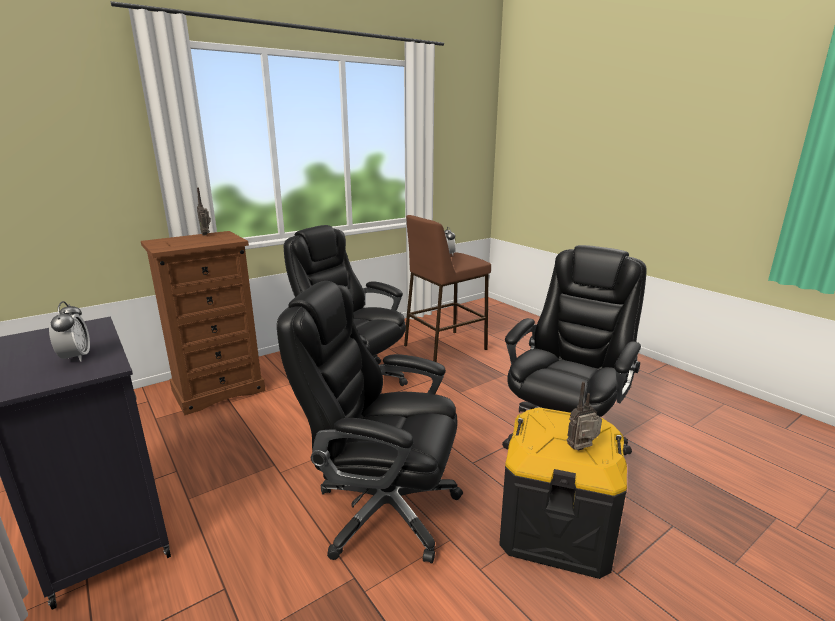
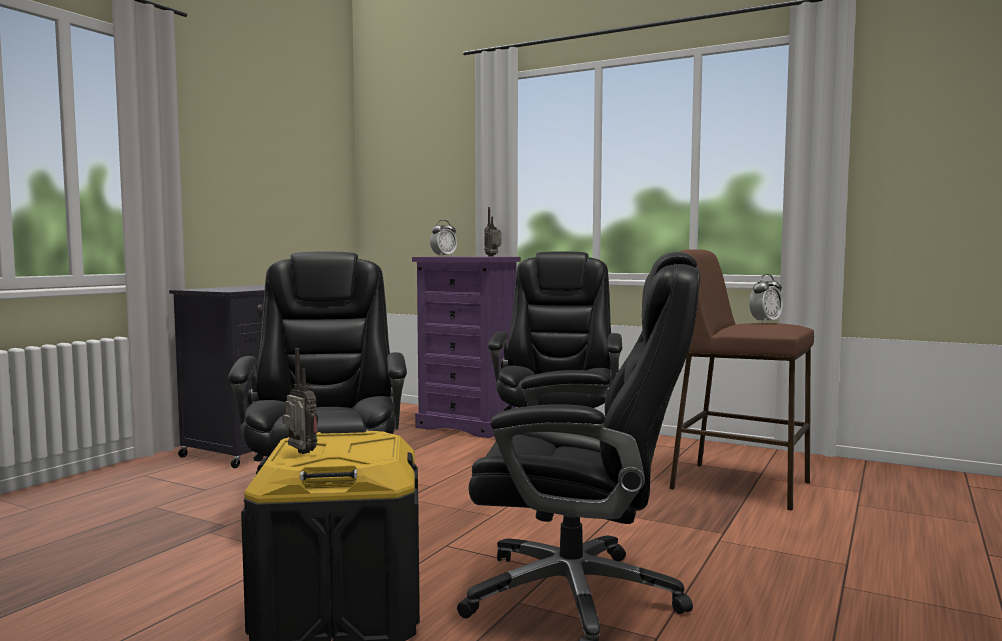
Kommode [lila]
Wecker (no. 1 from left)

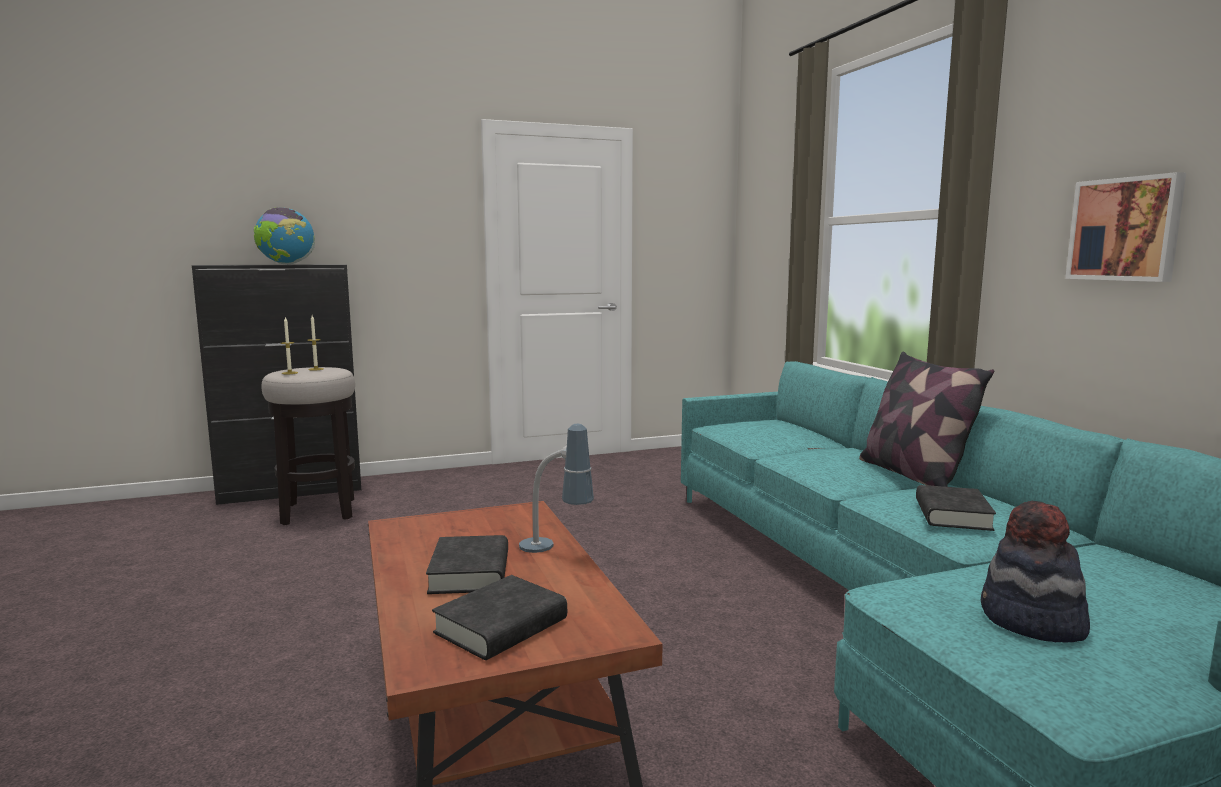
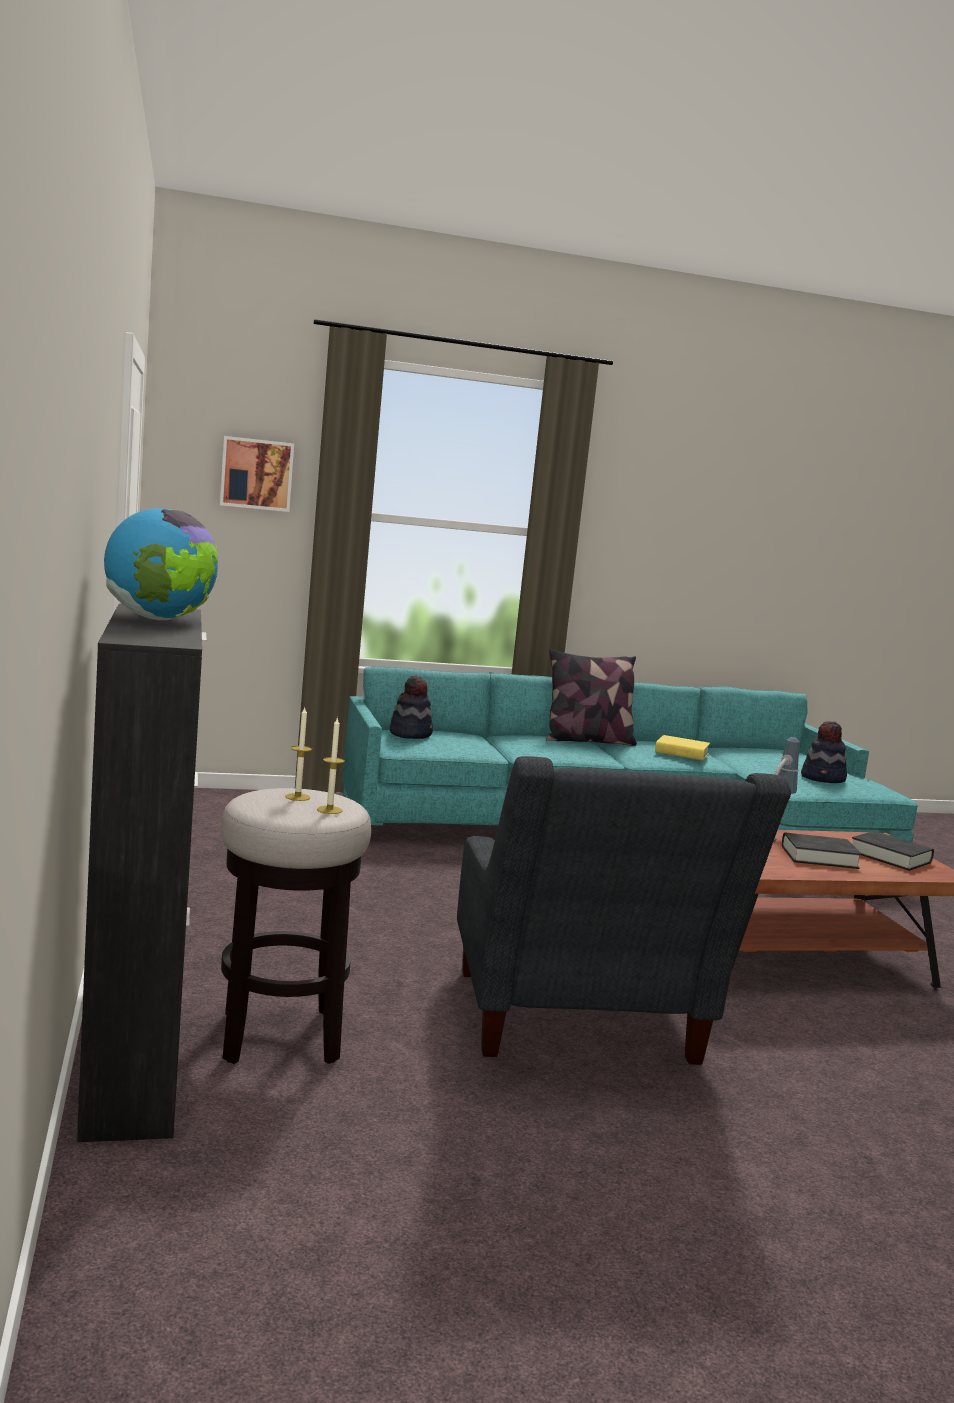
Bild
Buch [gelb]
Hut (no. 1 from left)
Sessel [grau]

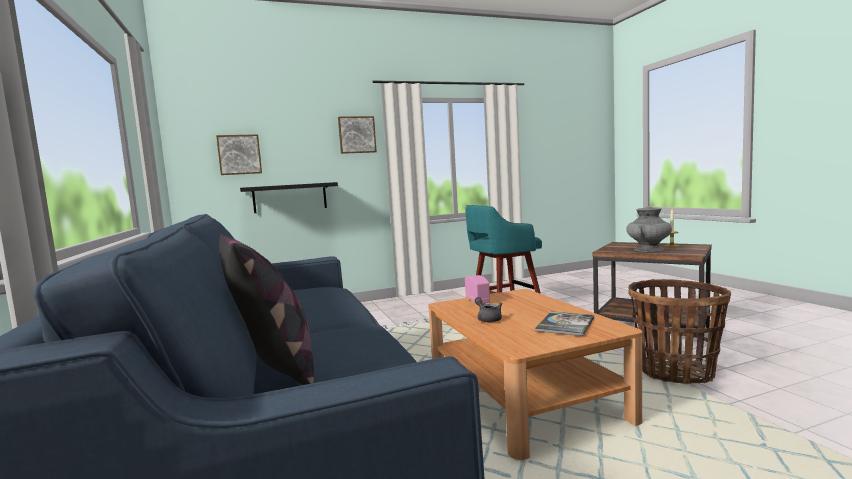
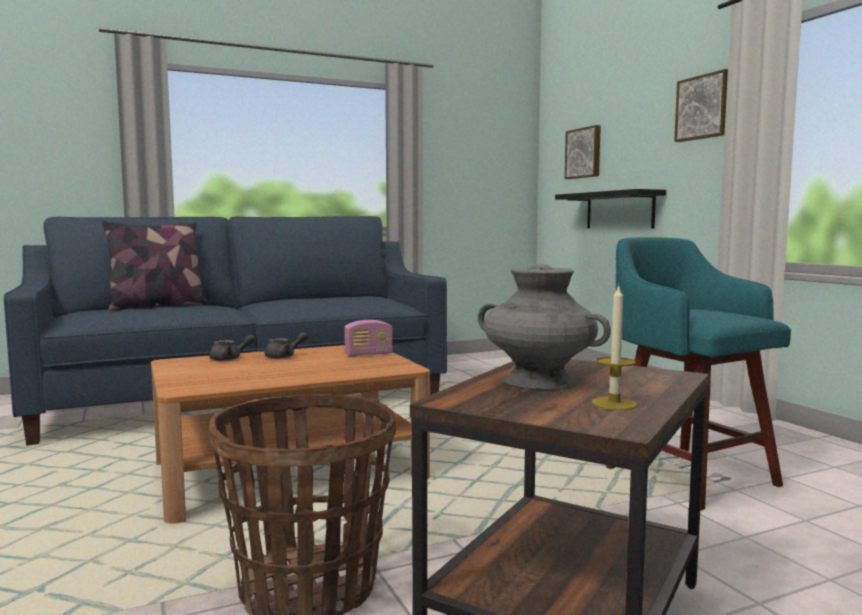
Buch
Teekanne [grau] (no. 1 from left)

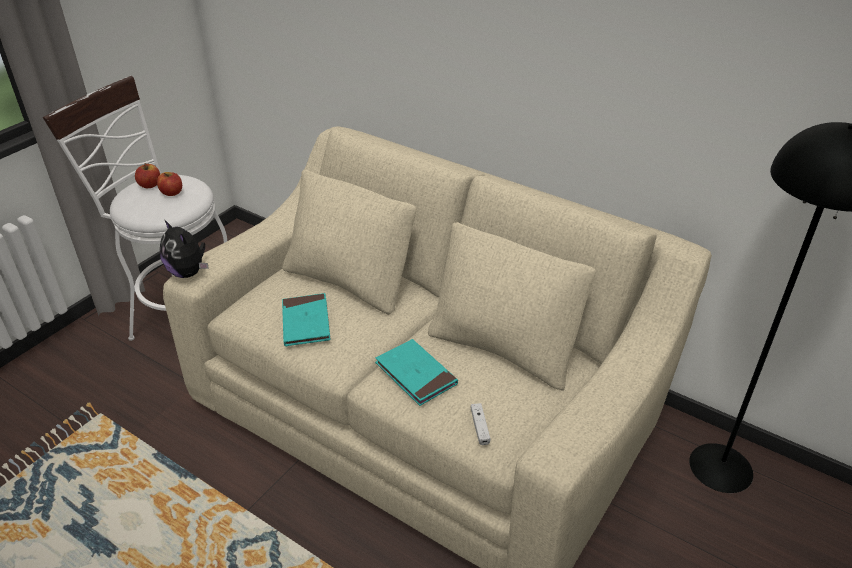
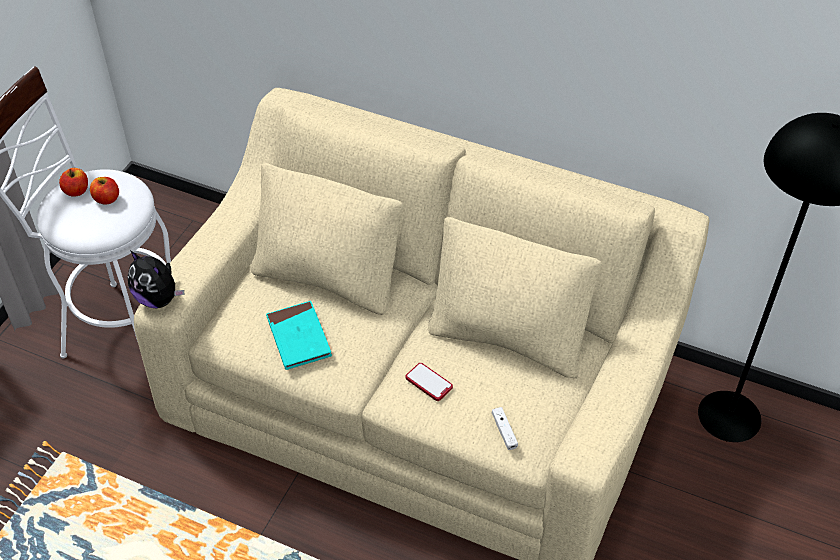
Handy

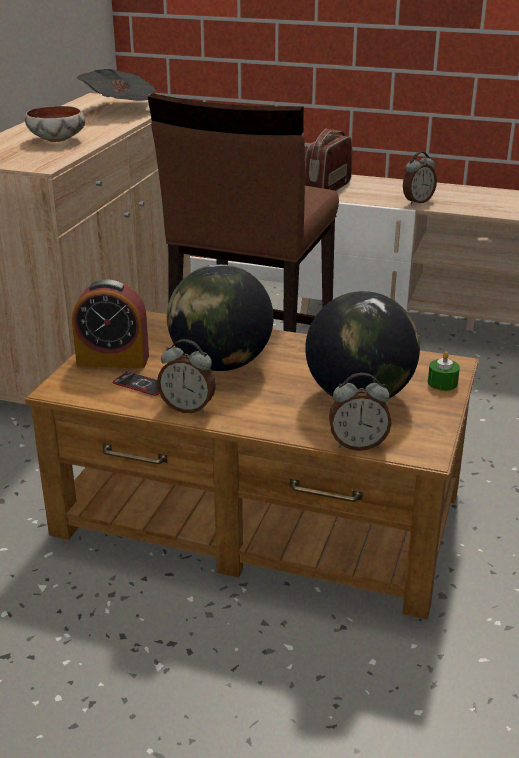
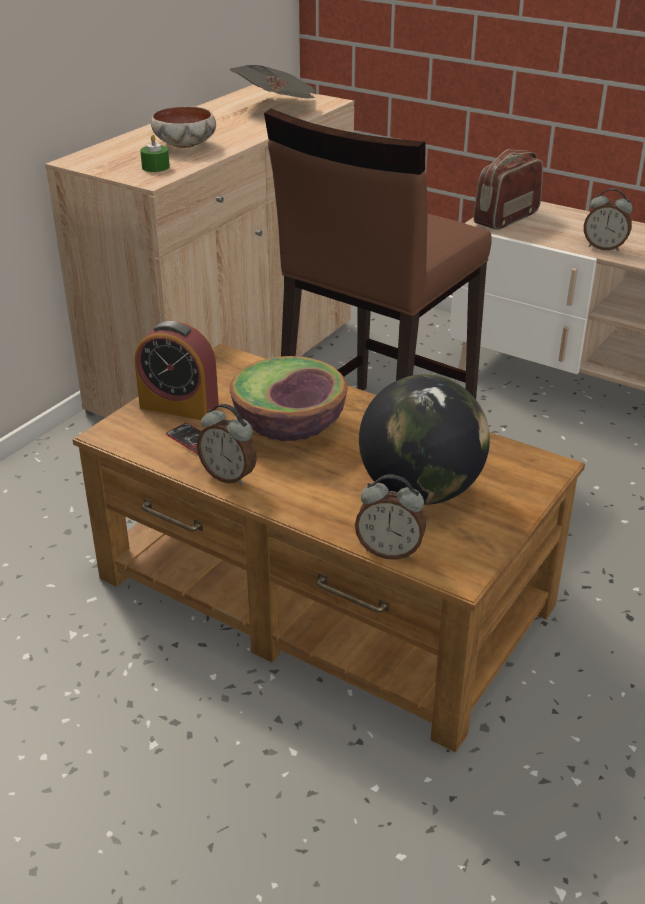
Wecker (no. 4 from left)
Schüssel (no. 2 from left)
Kerze [grün]

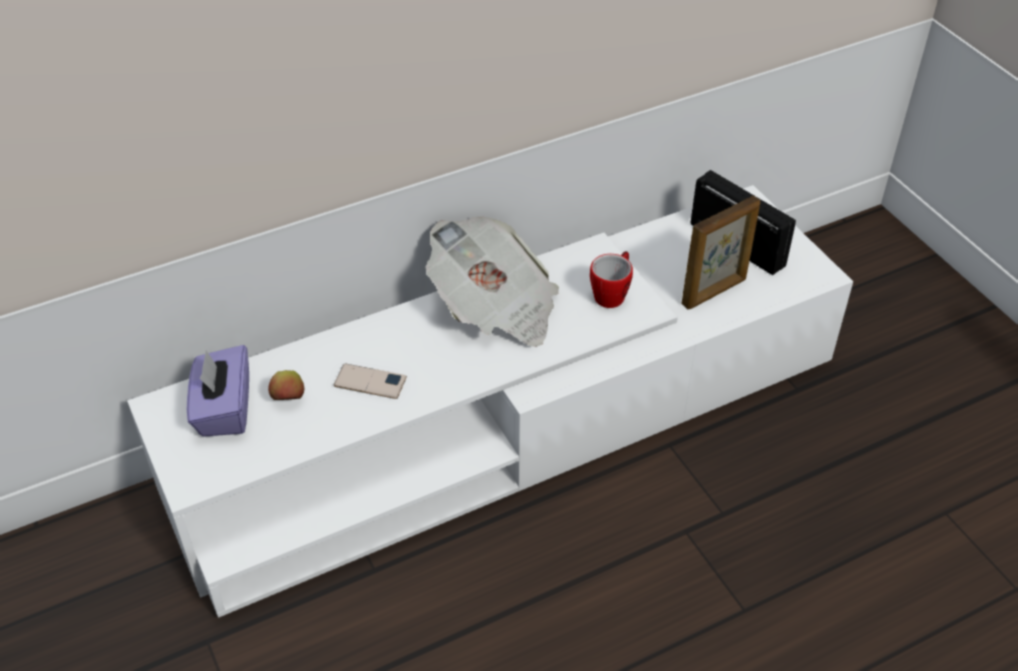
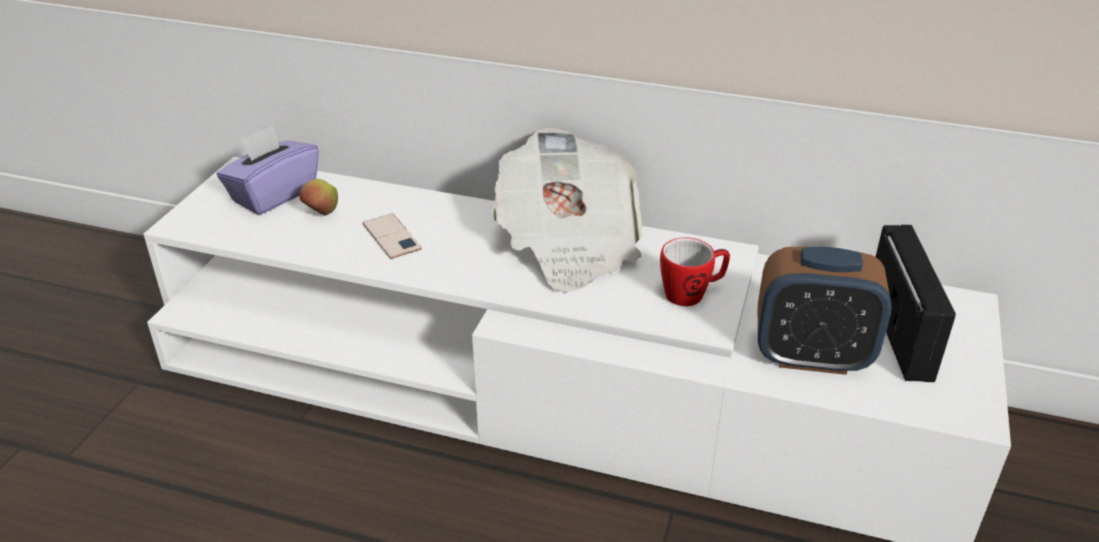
Wecker

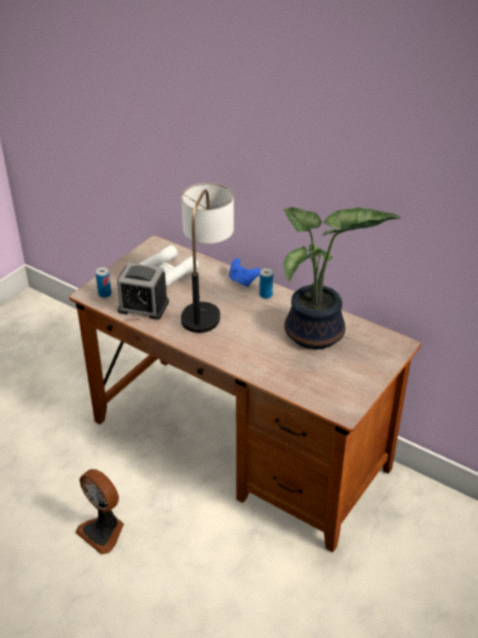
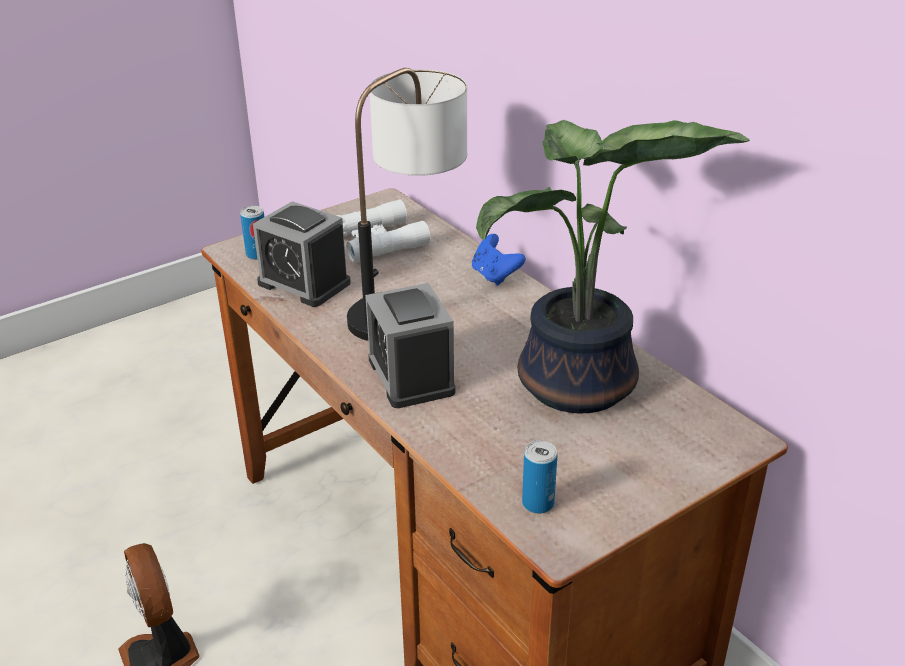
Dose (no. 2 from left)
Wecker (no. 2 from left)

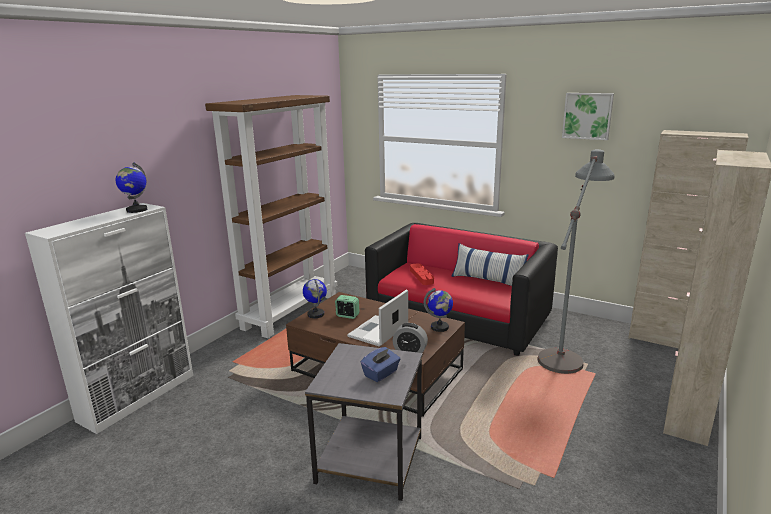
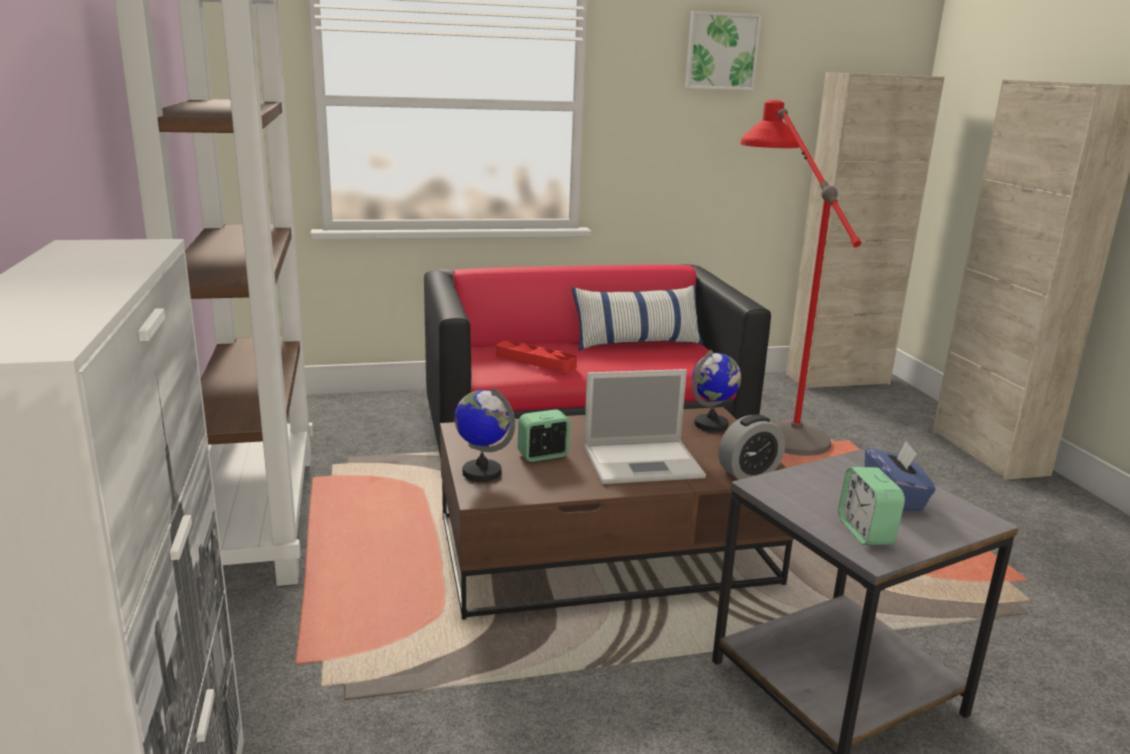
Stehlampe [rot]
Globus (no. 1 from left in the first image)
Laptop
Wecker (no. 3 from left)

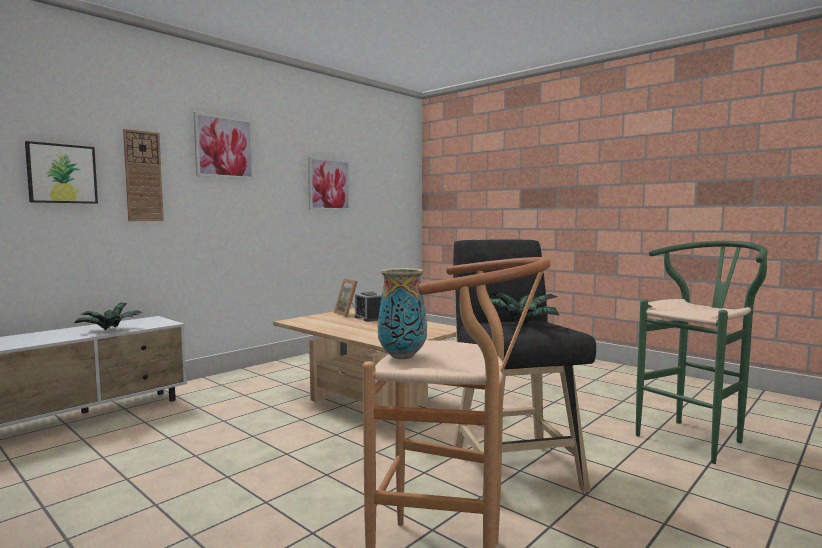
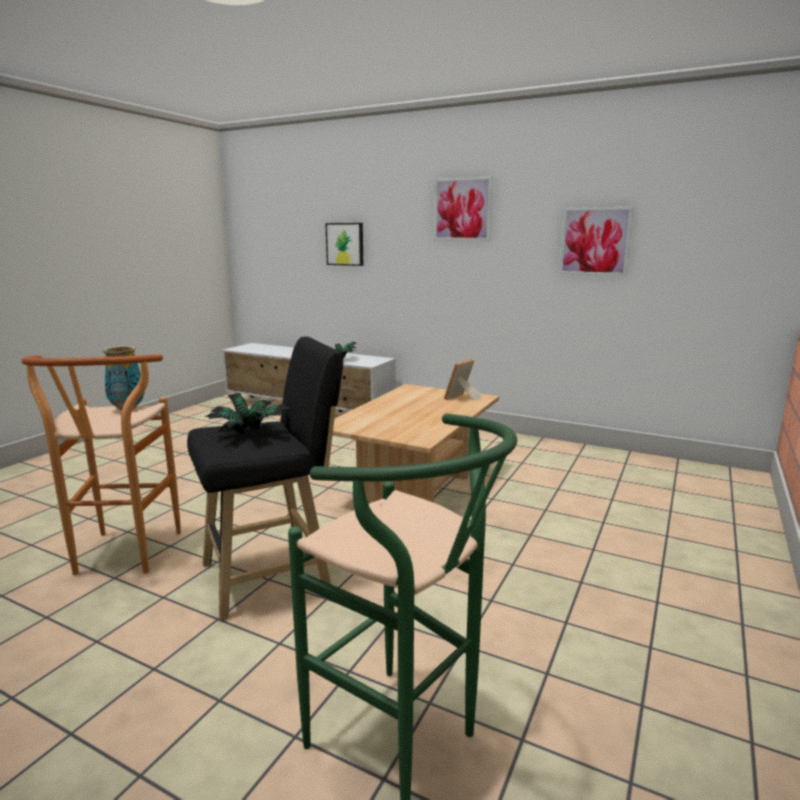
Wanduhr
Wecker

